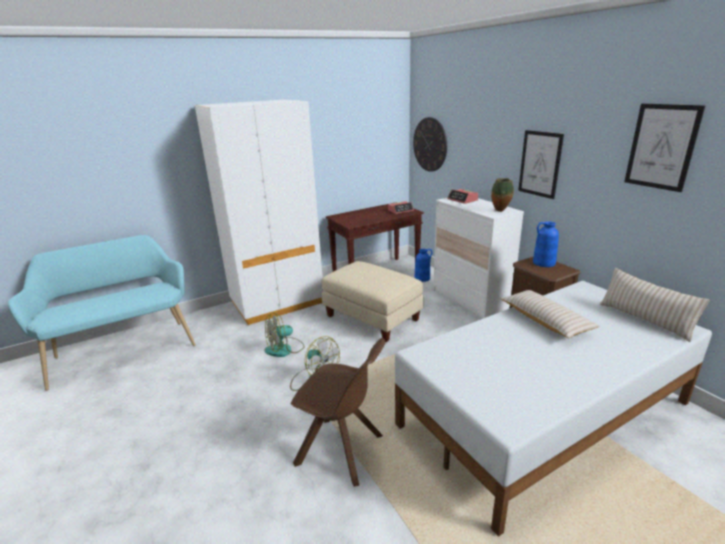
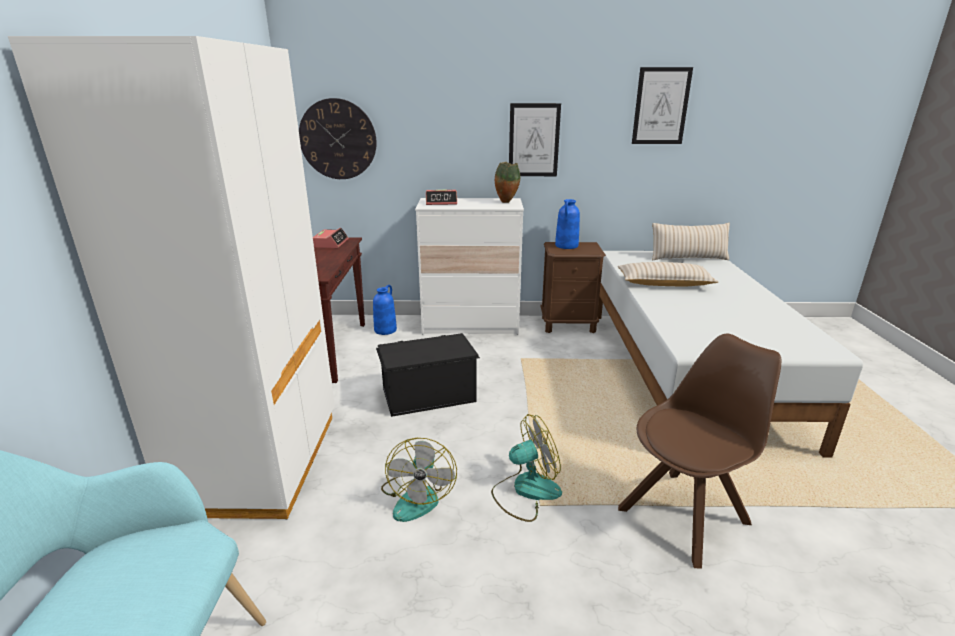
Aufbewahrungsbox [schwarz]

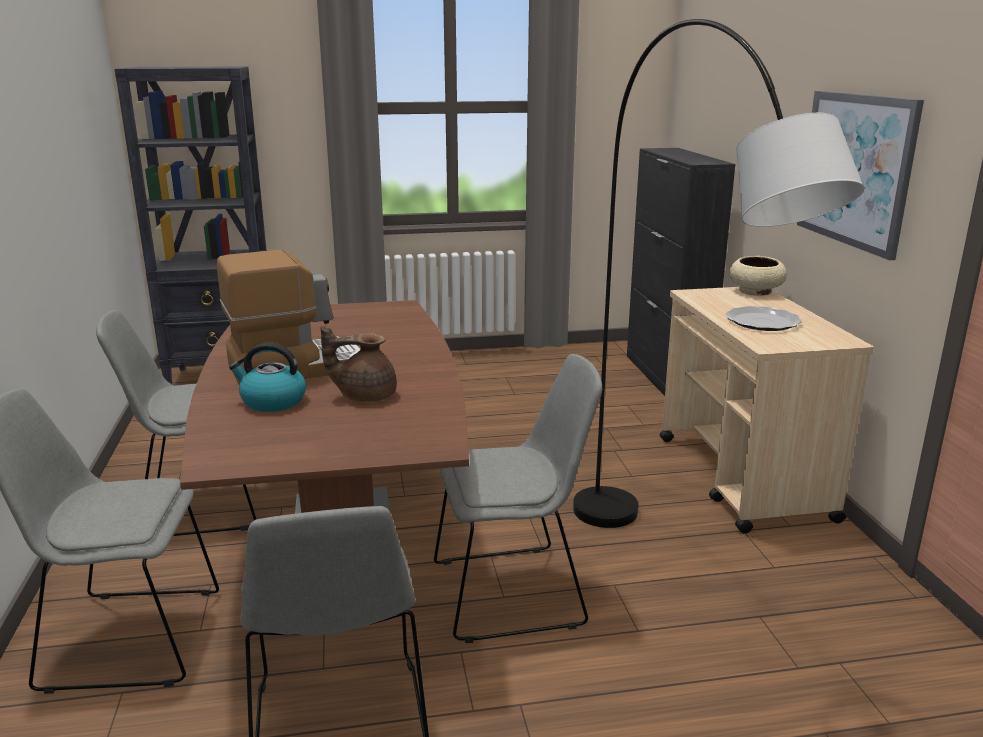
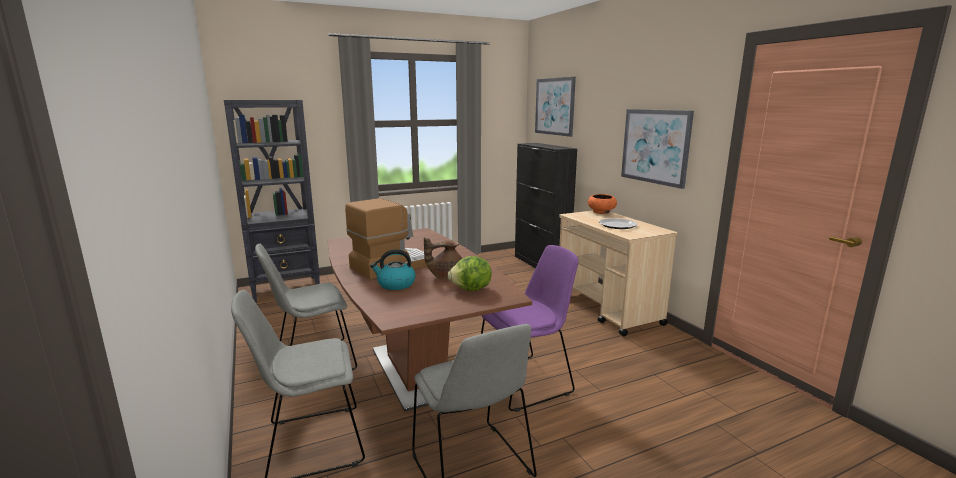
Stehlampe [grau]
Schüssel [orange]
Stuhl [lila]
Bild (no. 1 from left)
Salatkopf

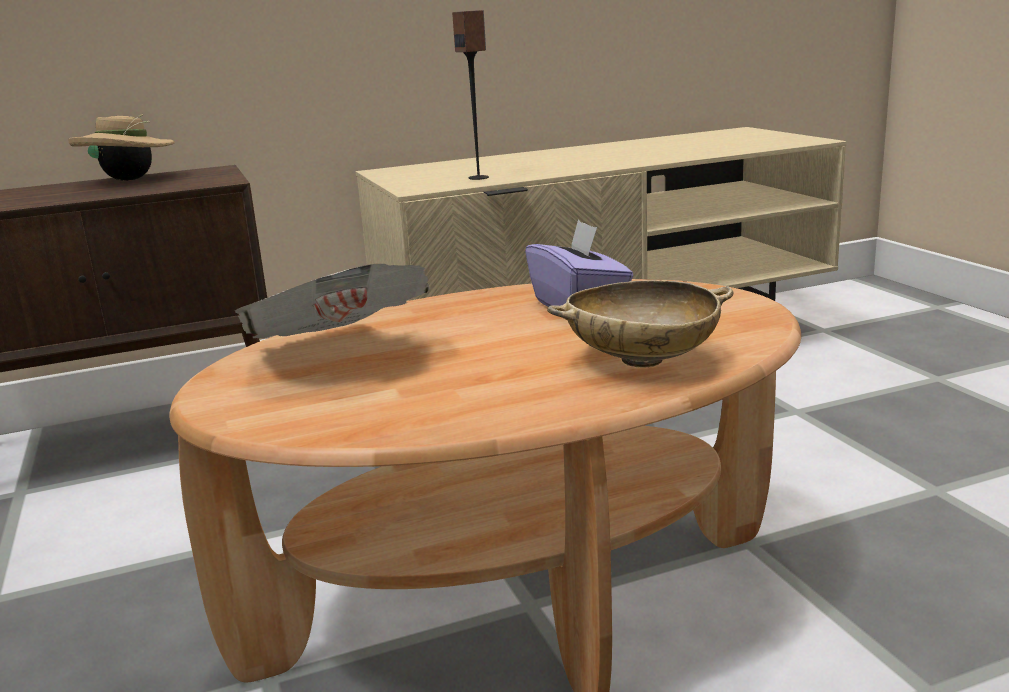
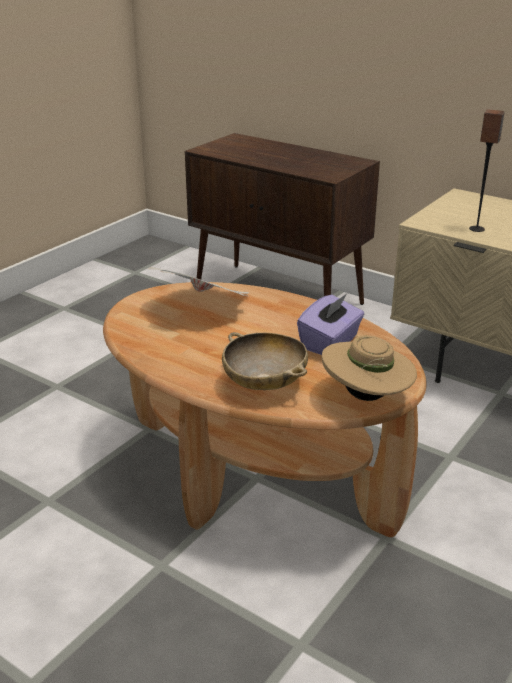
Hut [beige]

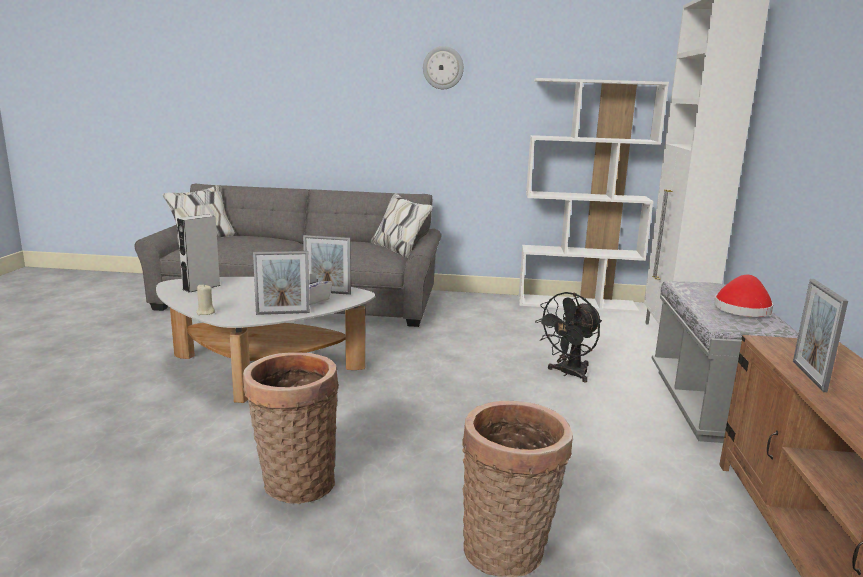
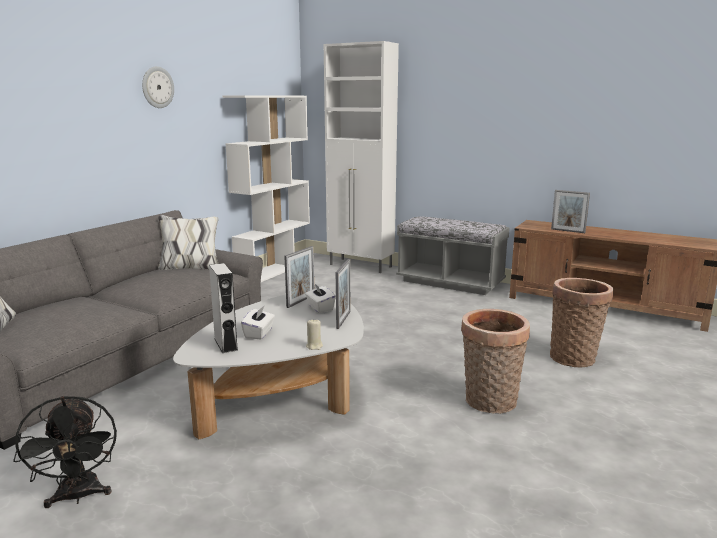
Hut [rot]
Ventilator [schwarz]
Taschentuchbox [weiß] (no. 1 from left)

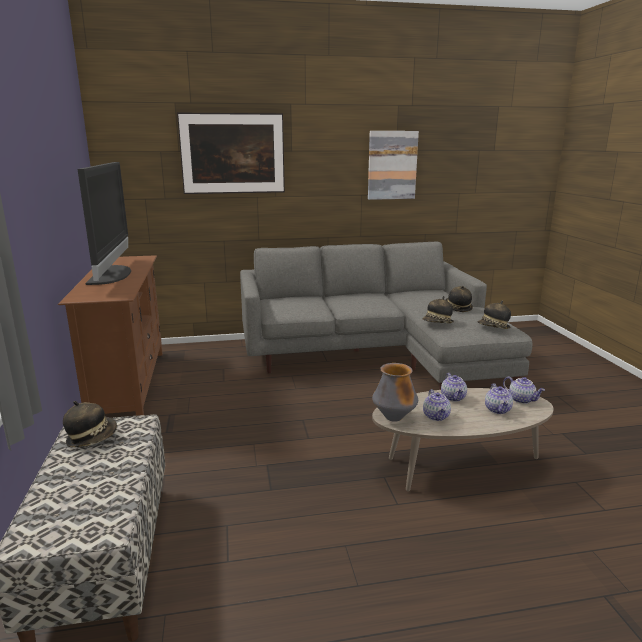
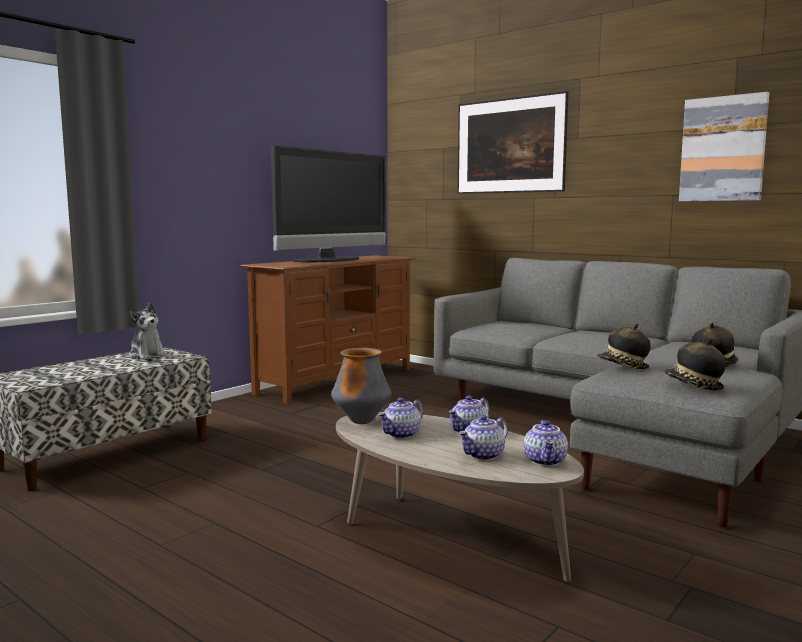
Plüschtier

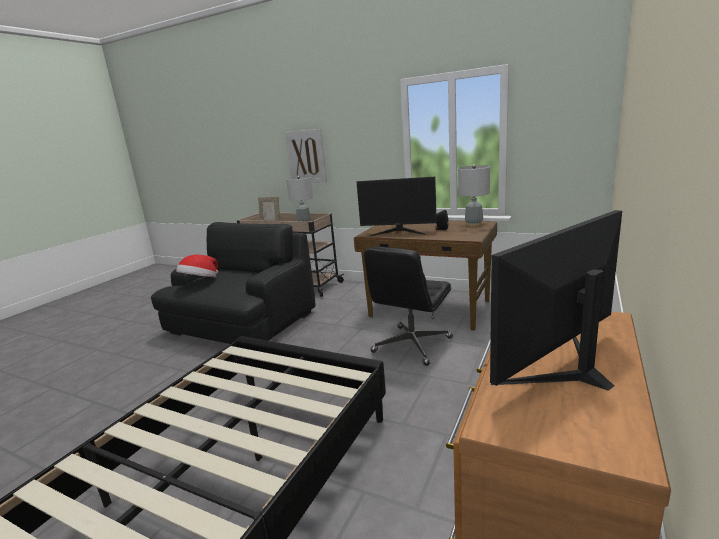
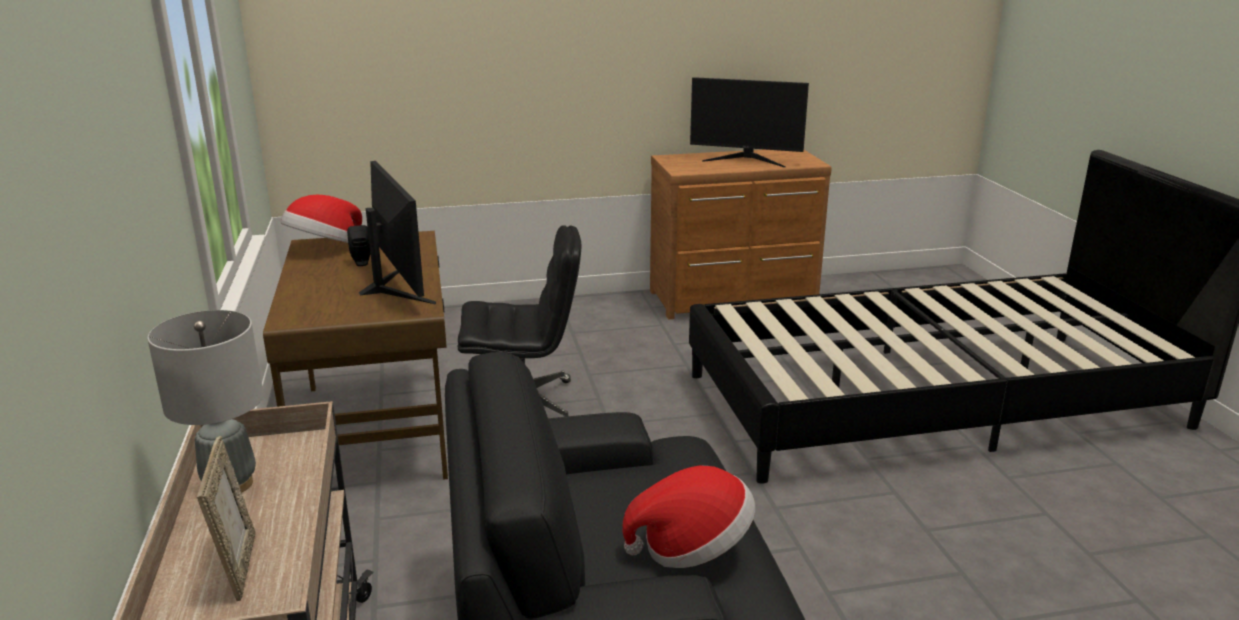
Bild
Hut (no. 1 from left)

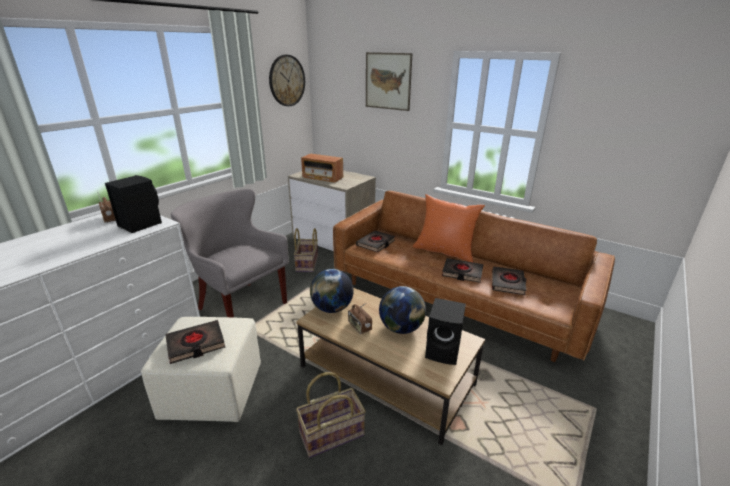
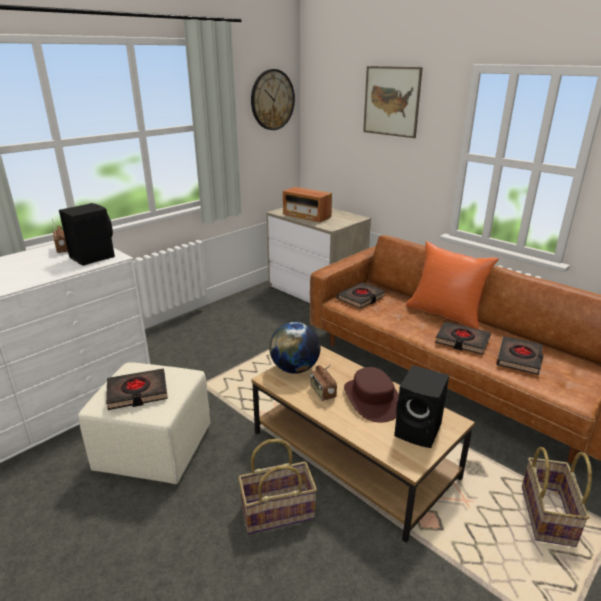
Sessel [grau]
Korb (no. 2 from left)
Hut [braun]

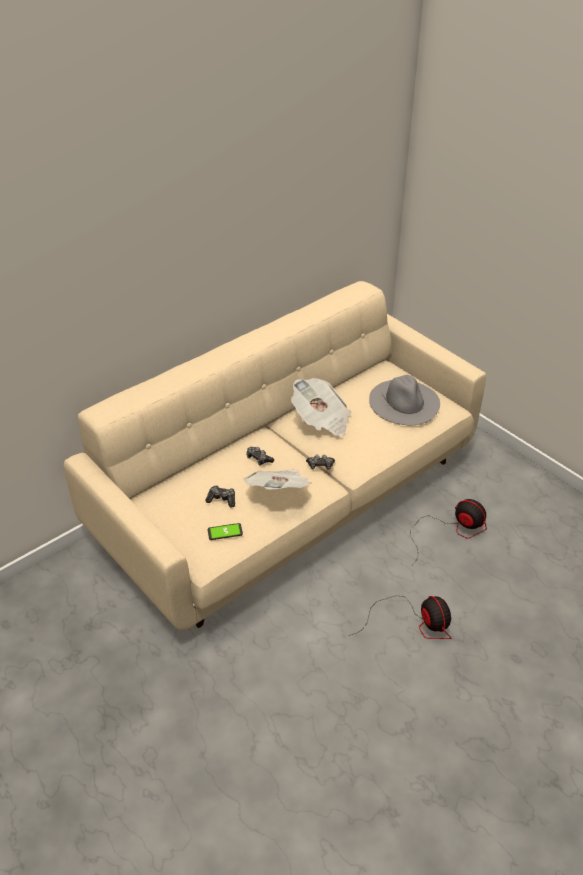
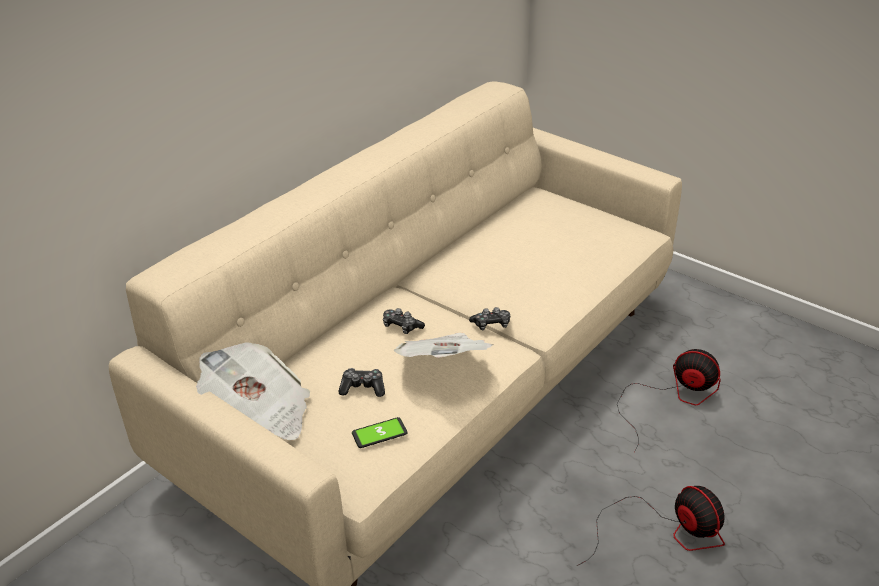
Hut [grau]
Zeitung (no. 1 from left)

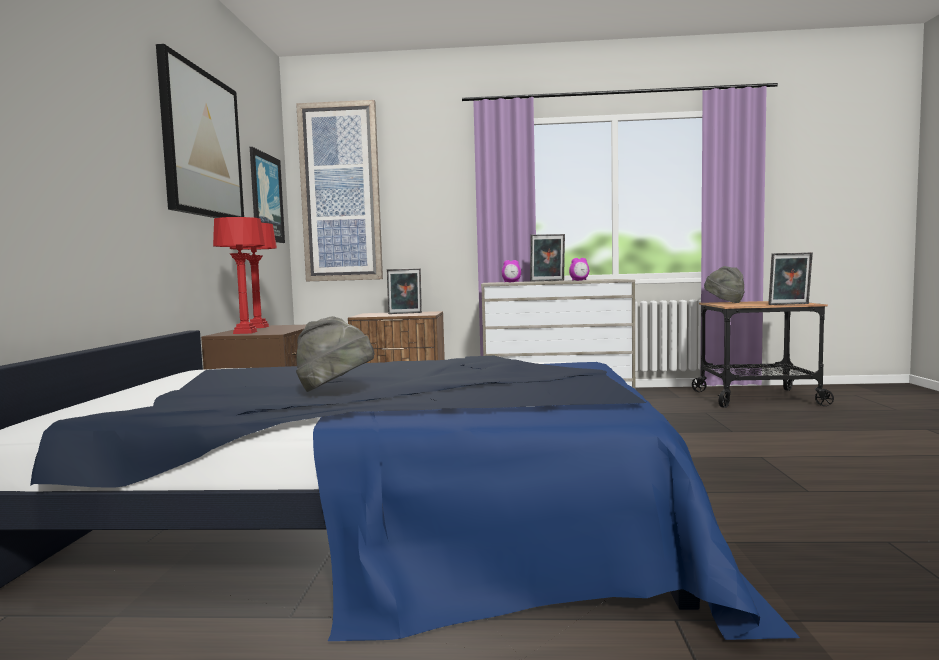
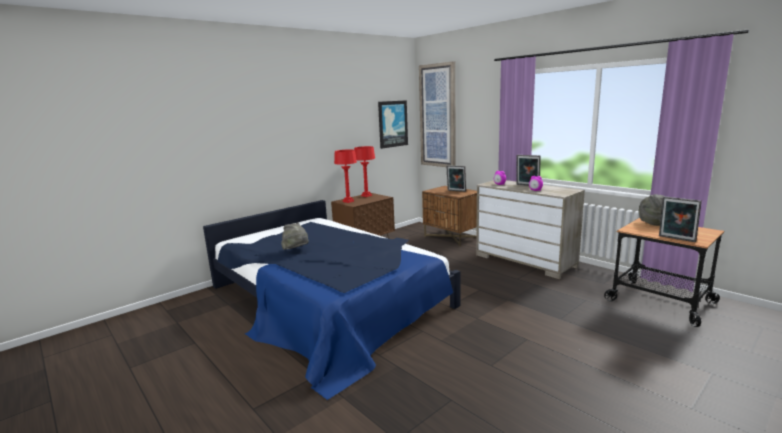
Bild (no. 1 from left in the first image)

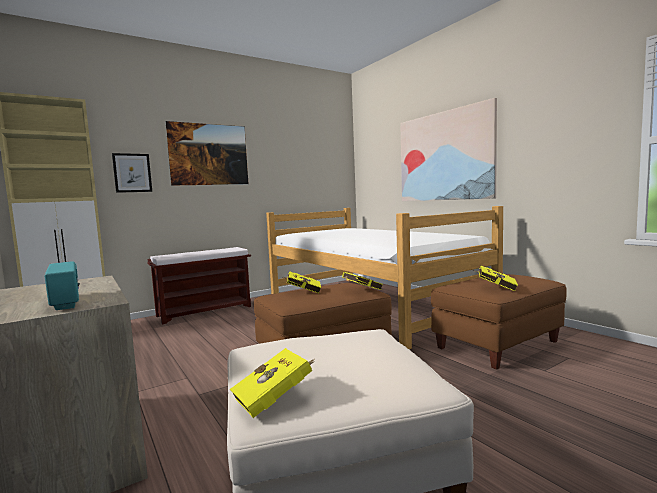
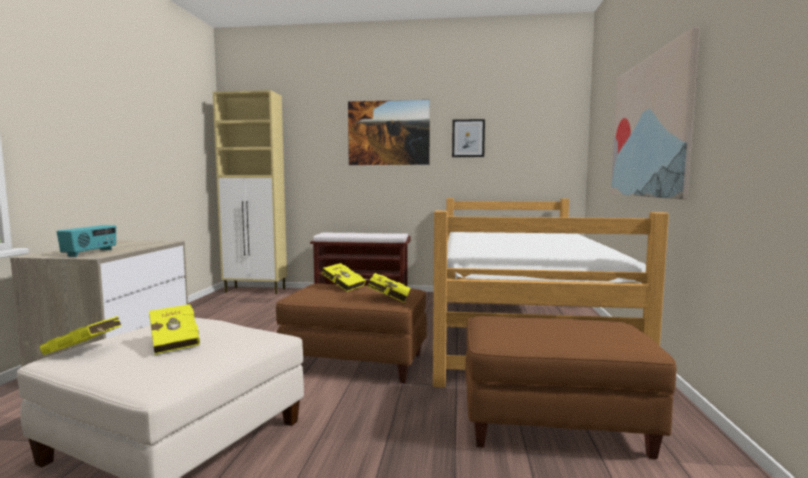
Bild (no. 2 from left)
Buch [gelb] (no. 2 from left)

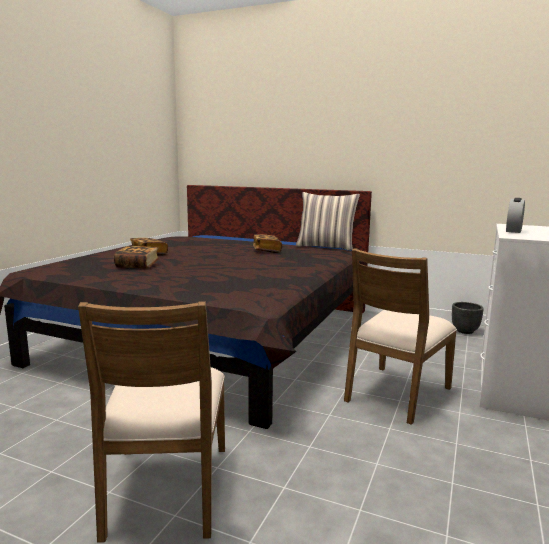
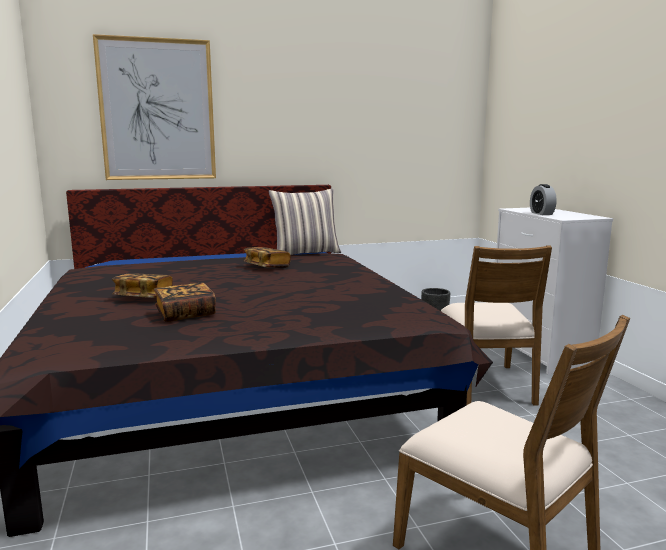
Bild

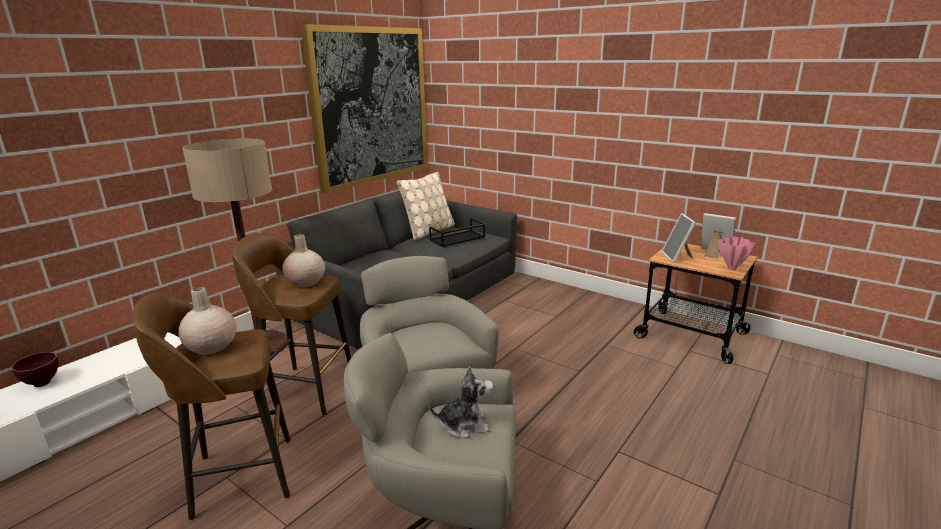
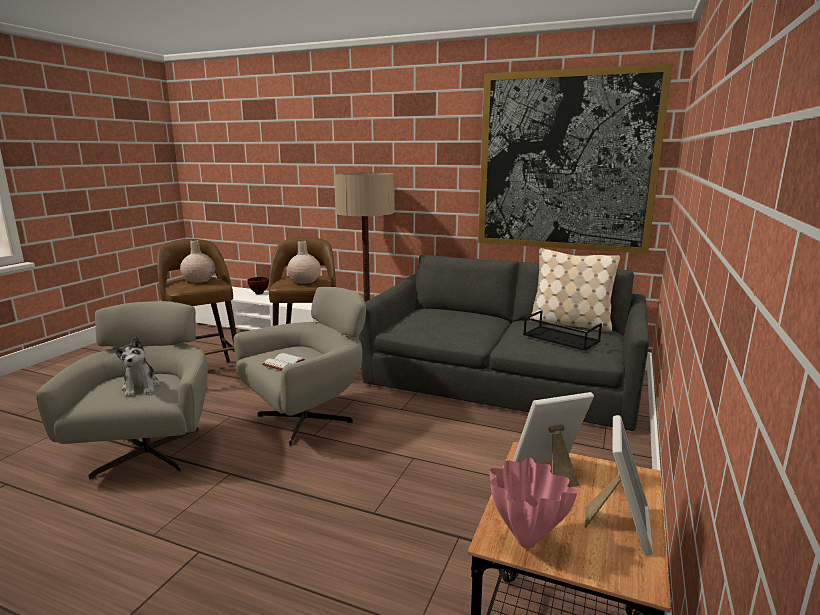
Buch [weiß]

